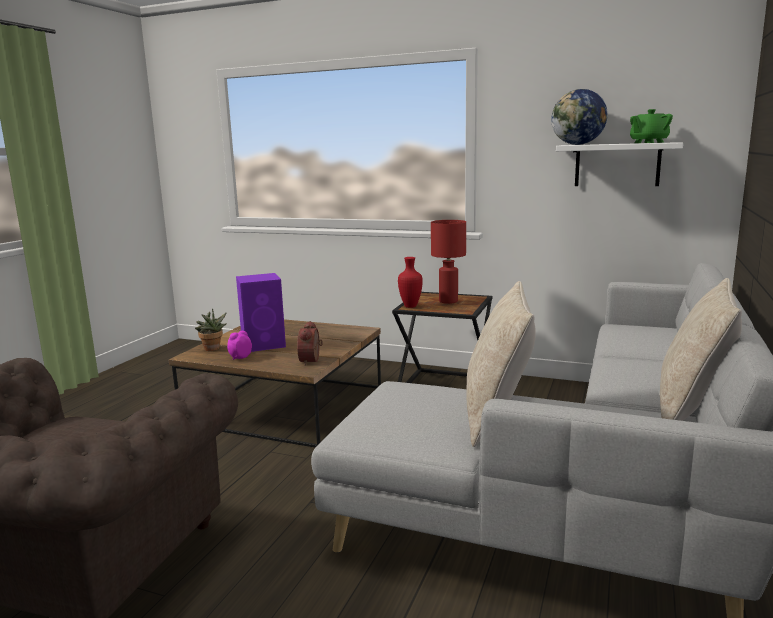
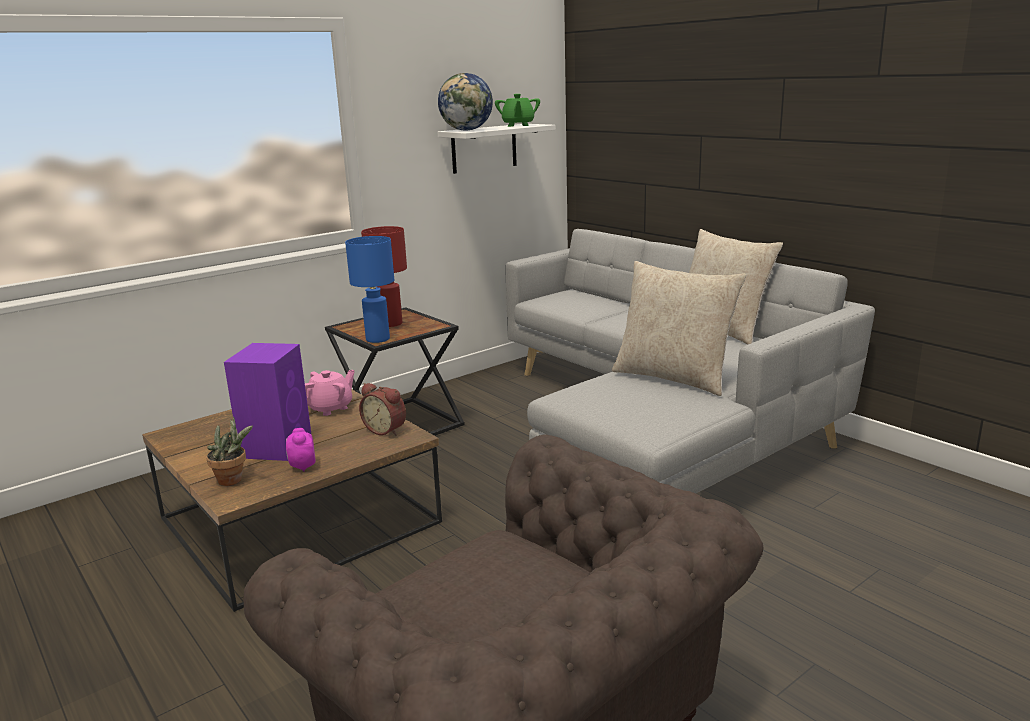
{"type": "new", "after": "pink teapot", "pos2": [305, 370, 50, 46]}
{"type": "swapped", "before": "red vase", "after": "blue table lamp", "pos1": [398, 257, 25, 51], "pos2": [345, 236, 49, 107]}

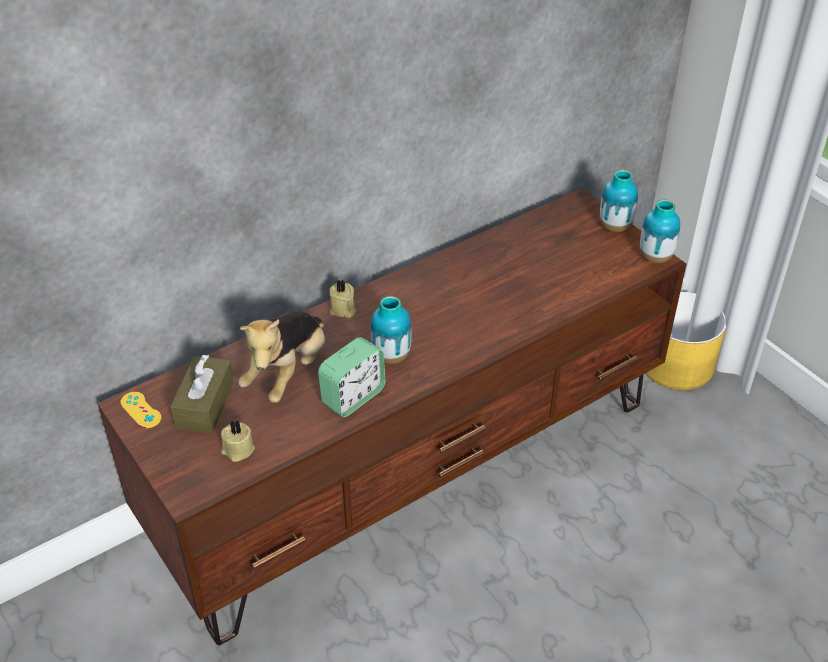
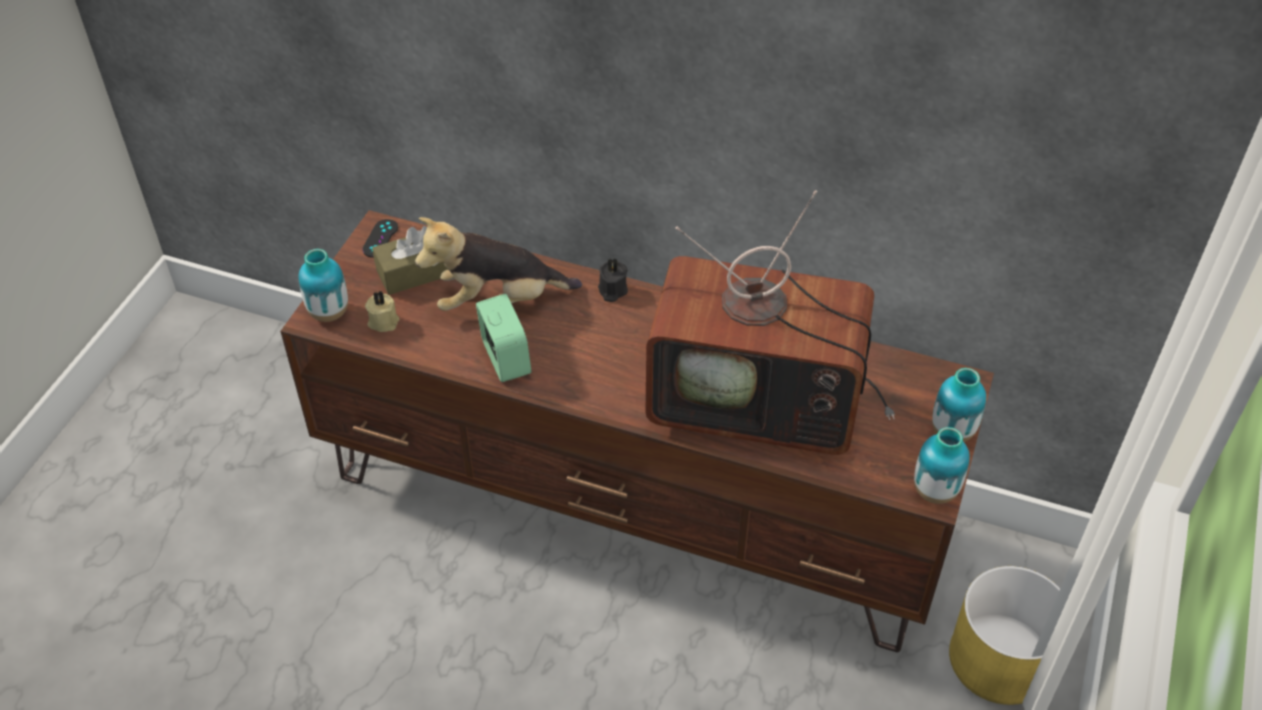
{"type": "shifted", "before": "vase", "pos1": [371, 296, 40, 68], "pos2": [299, 249, 49, 73]}
{"type": "repainted", "before": "yellow game controller", "after": "black game controller", "pos1": [120, 392, 42, 36], "pos2": [363, 219, 35, 39]}
{"type": "rotated", "before": "alarm clock", "pos1": [318, 337, 68, 80], "pos2": [476, 294, 55, 88], "turn": -120}
{"type": "repainted", "before": "beige candle", "after": "black candle", "pos1": [329, 280, 27, 38], "pos2": [598, 258, 30, 44]}
{"type": "new", "after": "television", "pos2": [646, 190, 249, 265]}

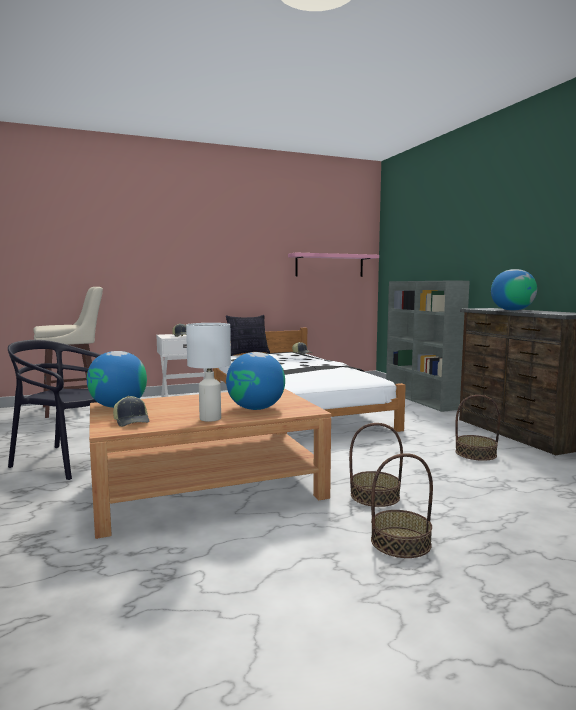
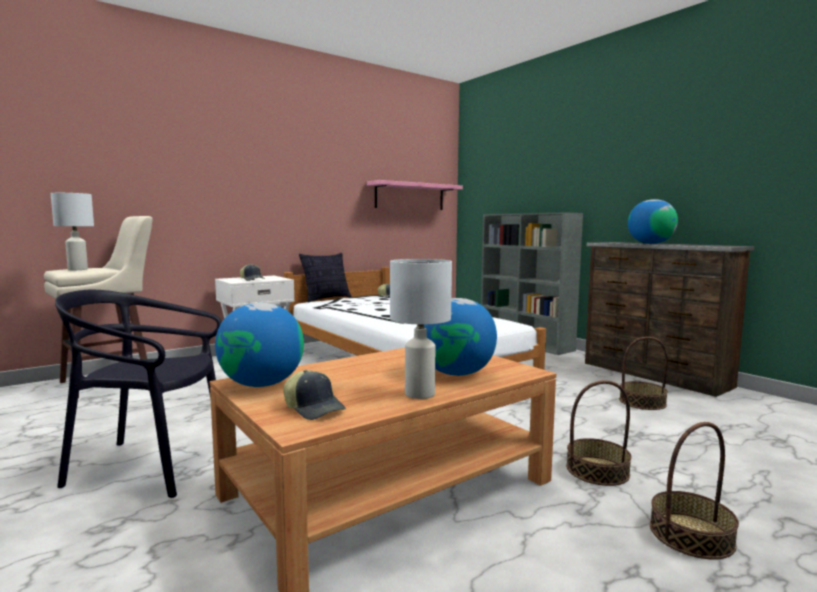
{"type": "new", "after": "white table lamp", "pos2": [51, 193, 43, 77]}

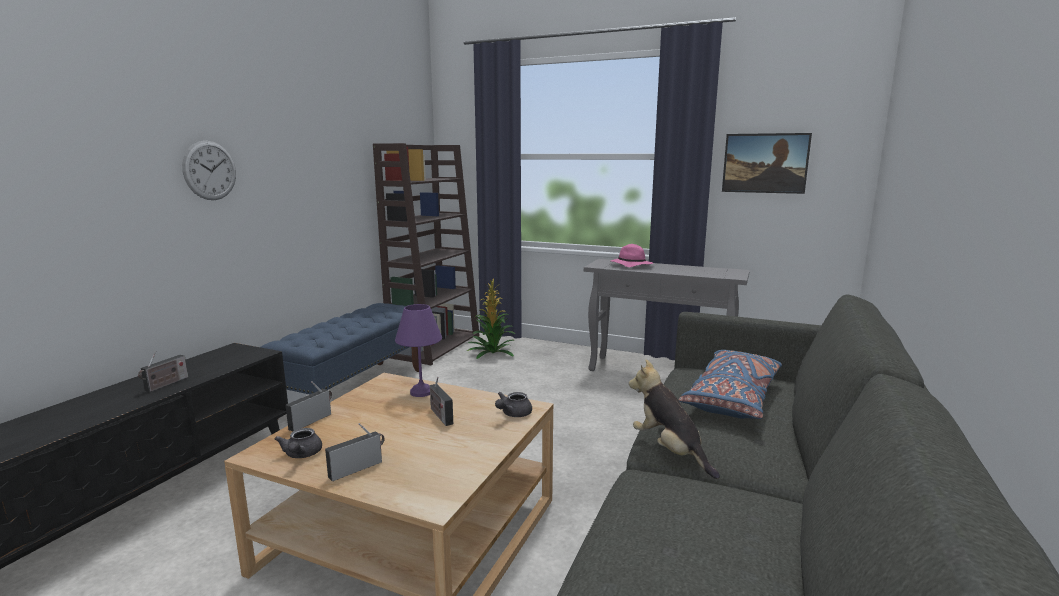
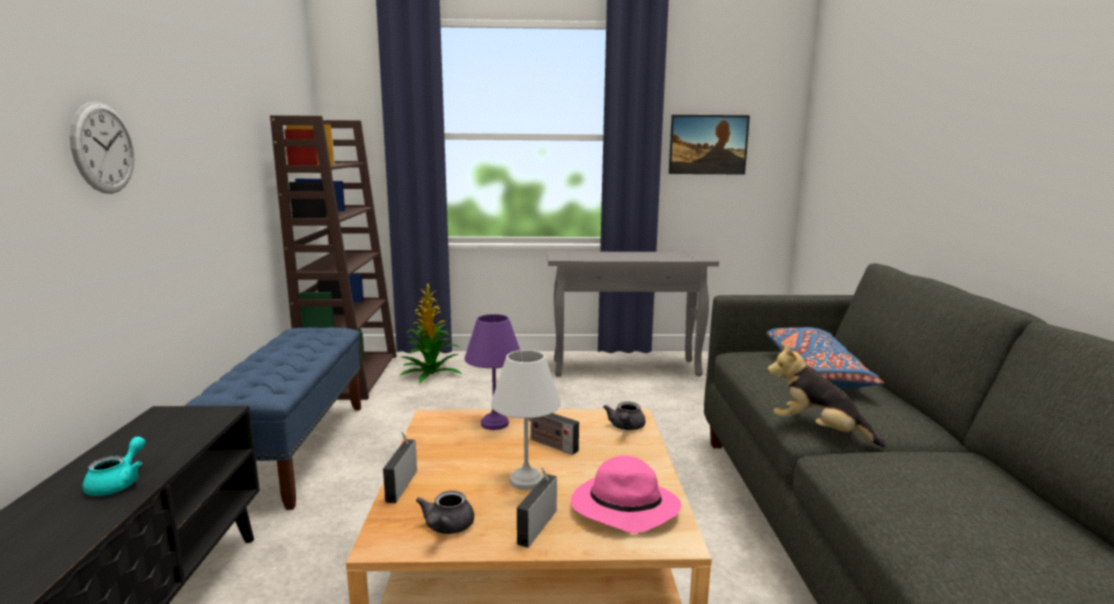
{"type": "swapped", "before": "radio", "after": "turquoise teapot", "pos1": [138, 351, 50, 41], "pos2": [82, 436, 64, 60]}
{"type": "rotated", "before": "grey teapot", "pos1": [275, 428, 47, 30], "pos2": [416, 490, 58, 44], "turn": 45}
{"type": "new", "after": "white table lamp", "pos2": [491, 350, 70, 140]}
{"type": "shifted", "before": "pink hat", "pos1": [611, 244, 42, 23], "pos2": [571, 456, 110, 77]}

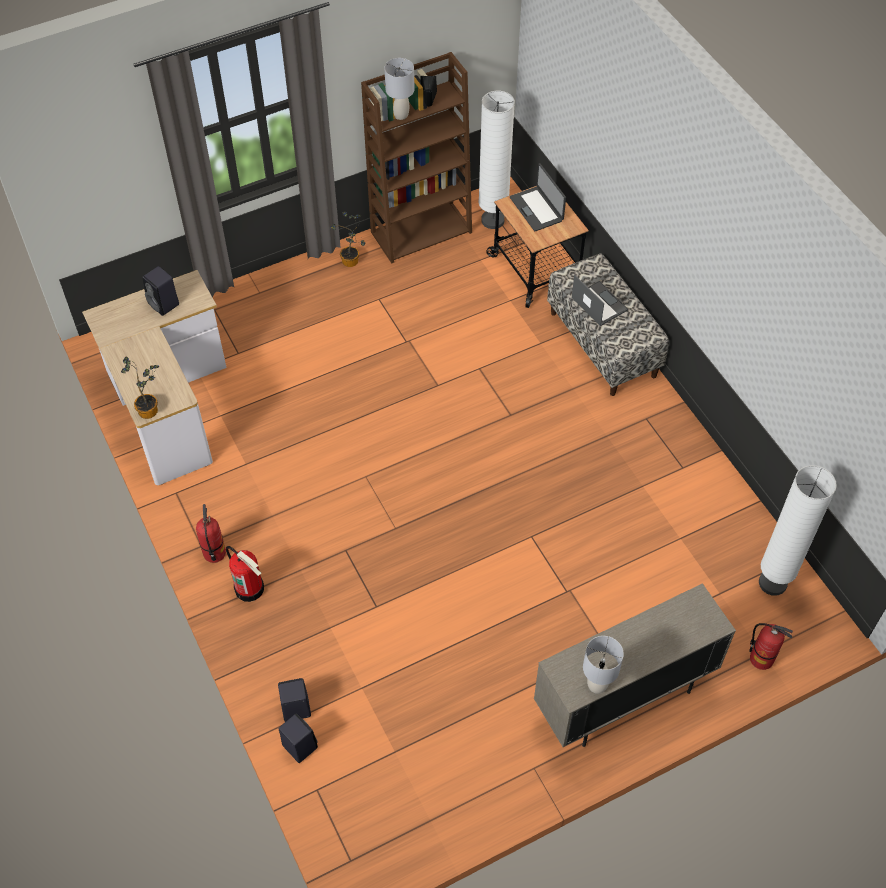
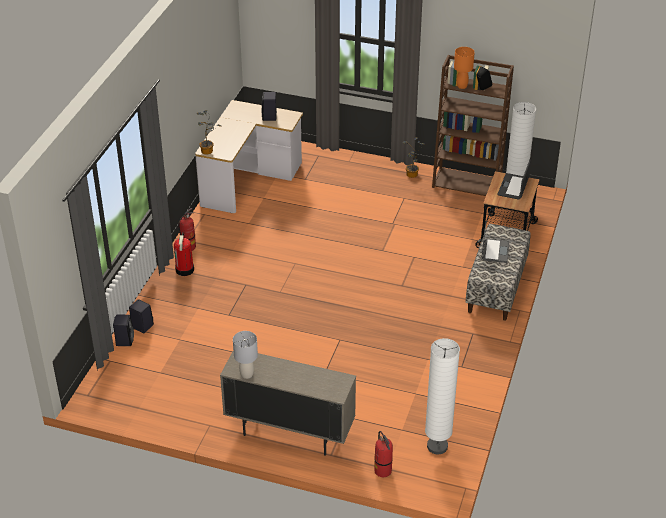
{"type": "repainted", "before": "grey table lamp", "after": "orange table lamp", "pos1": [385, 58, 30, 62], "pos2": [454, 47, 21, 42]}

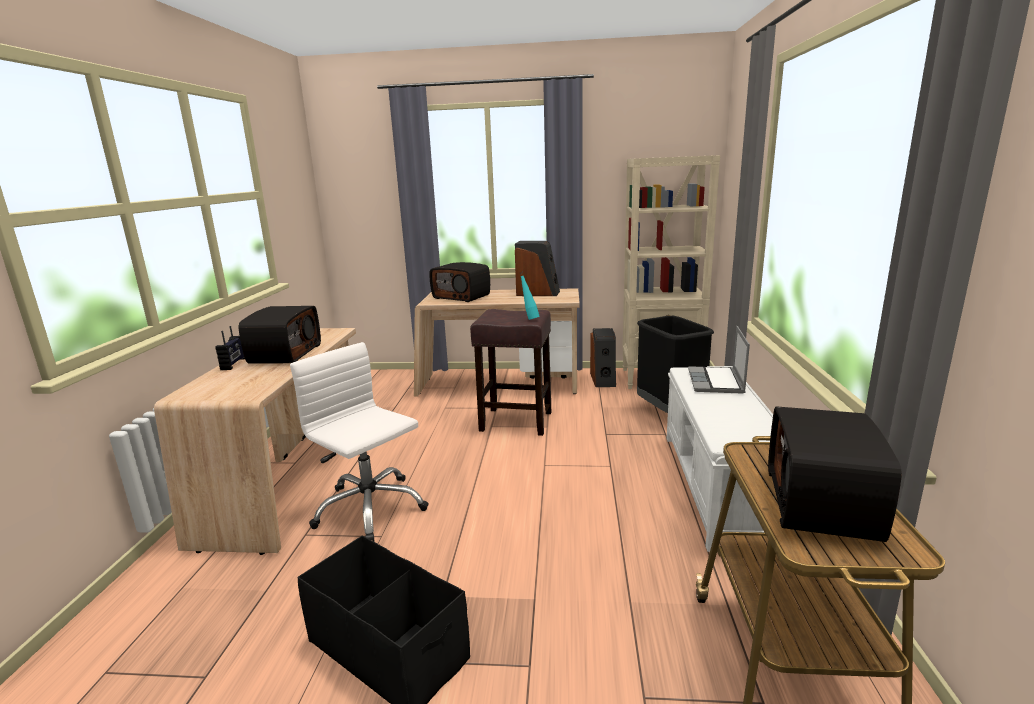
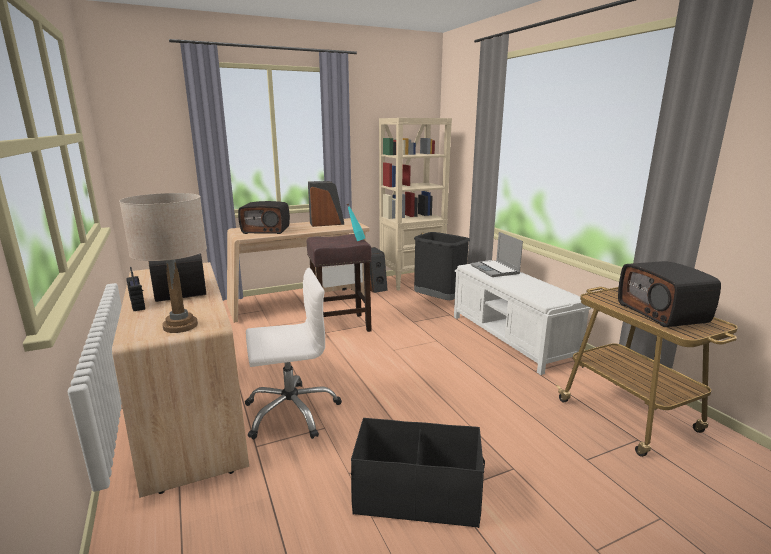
{"type": "new", "after": "beige table lamp", "pos2": [119, 193, 88, 140]}
{"type": "rotated", "before": "white office chair", "pos1": [290, 342, 139, 200], "pos2": [245, 268, 97, 171], "turn": 150}

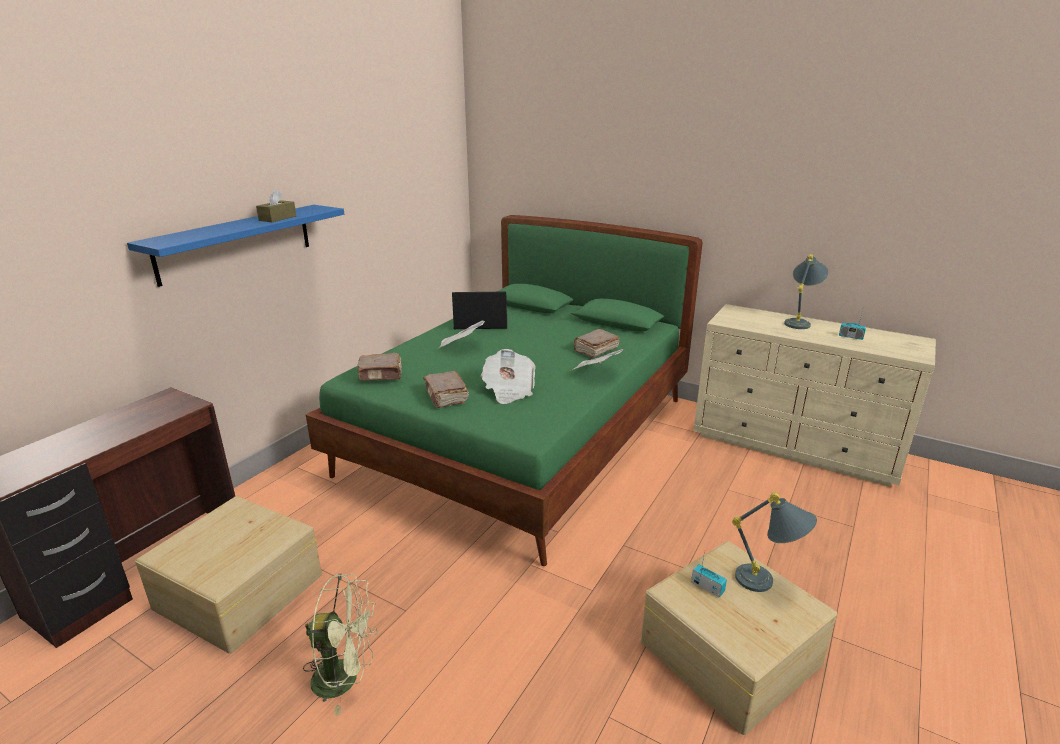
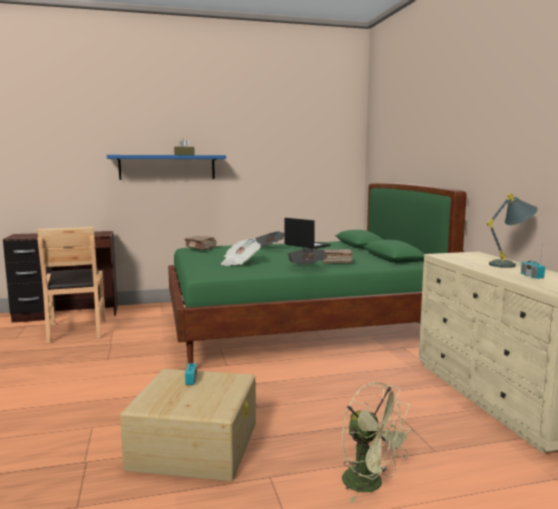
{"type": "swapped", "before": "beige storage box", "after": "brown chair", "pos1": [135, 496, 187, 158], "pos2": [37, 227, 69, 116]}
{"type": "shifted", "before": "green fan", "pos1": [303, 574, 75, 142], "pos2": [342, 382, 72, 121]}
{"type": "gone", "before": "brown book", "pos1": [423, 371, 46, 37]}
{"type": "gone", "before": "grey table lamp", "pos1": [732, 492, 85, 100]}

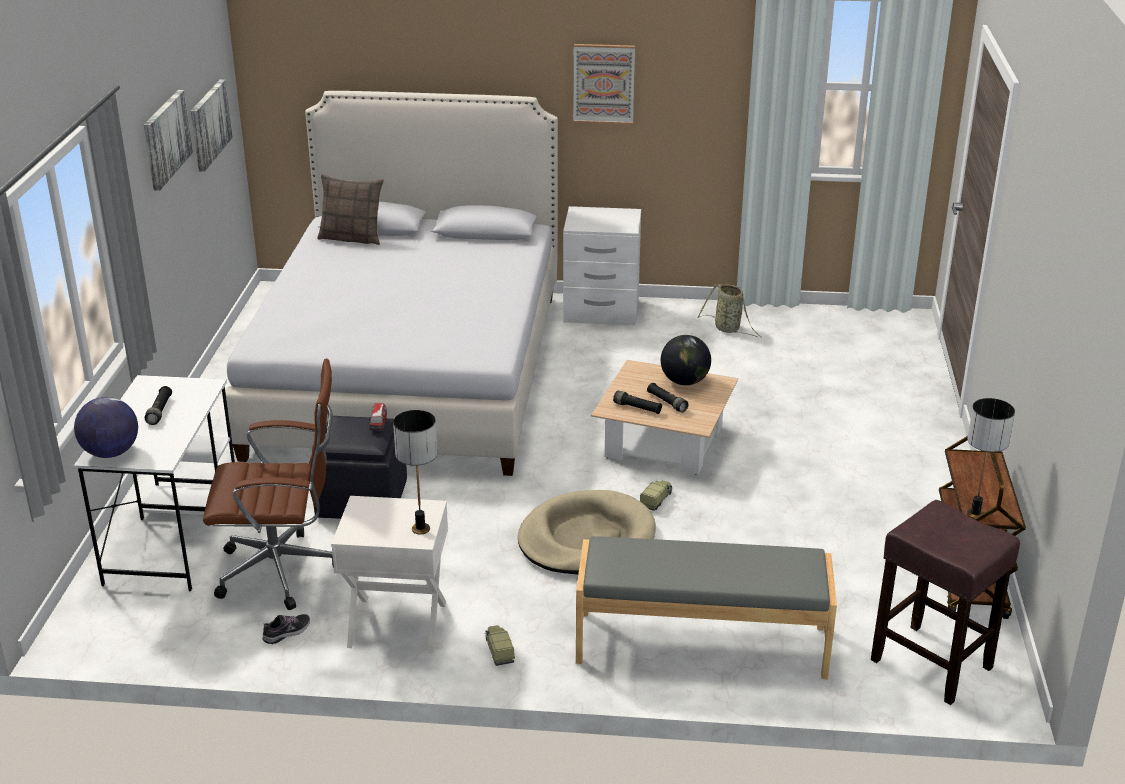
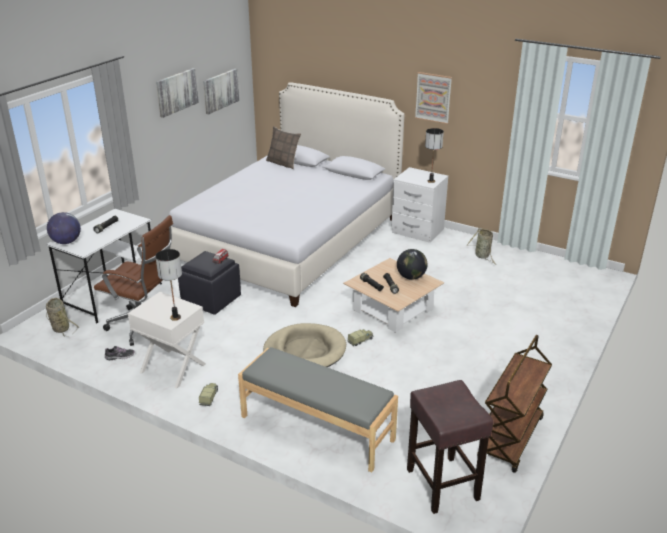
{"type": "new", "after": "basket", "pos2": [46, 298, 33, 39]}
{"type": "shifted", "before": "table lamp", "pos1": [967, 398, 48, 121], "pos2": [425, 128, 19, 55]}

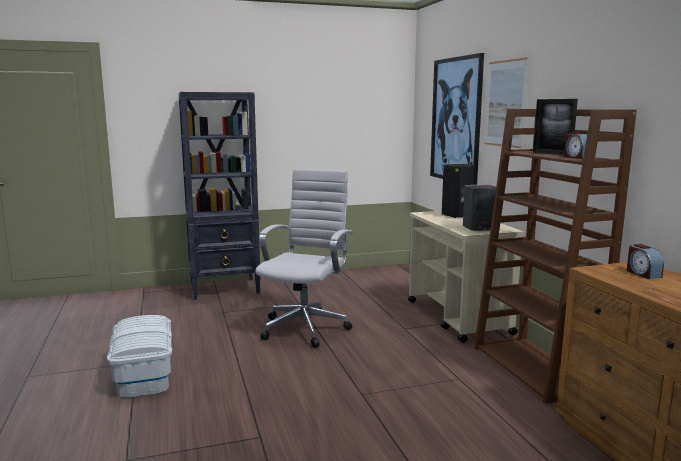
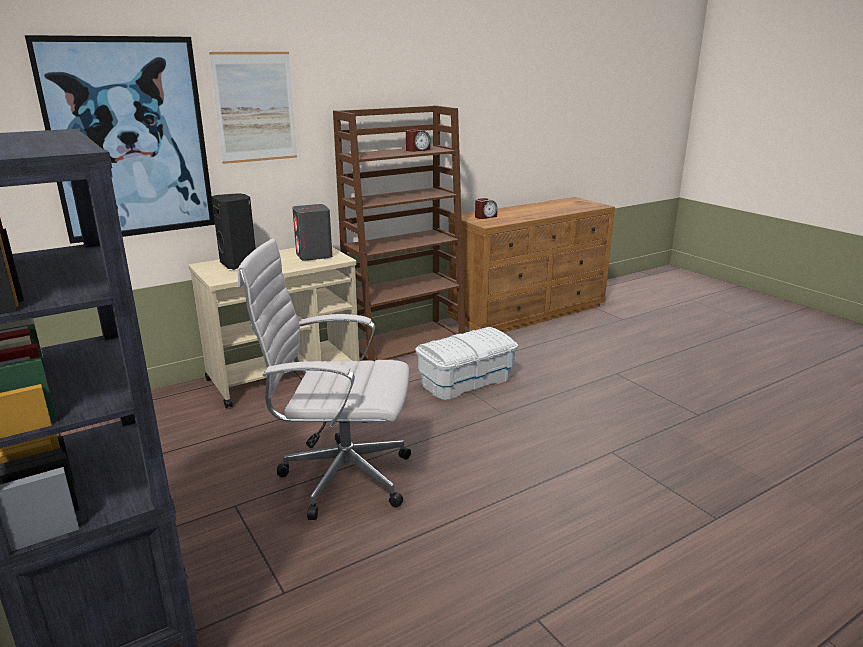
{"type": "shifted", "before": "white storage box", "pos1": [107, 315, 65, 83], "pos2": [415, 327, 103, 73]}
{"type": "gone", "before": "picture frame", "pos1": [533, 99, 45, 56]}

